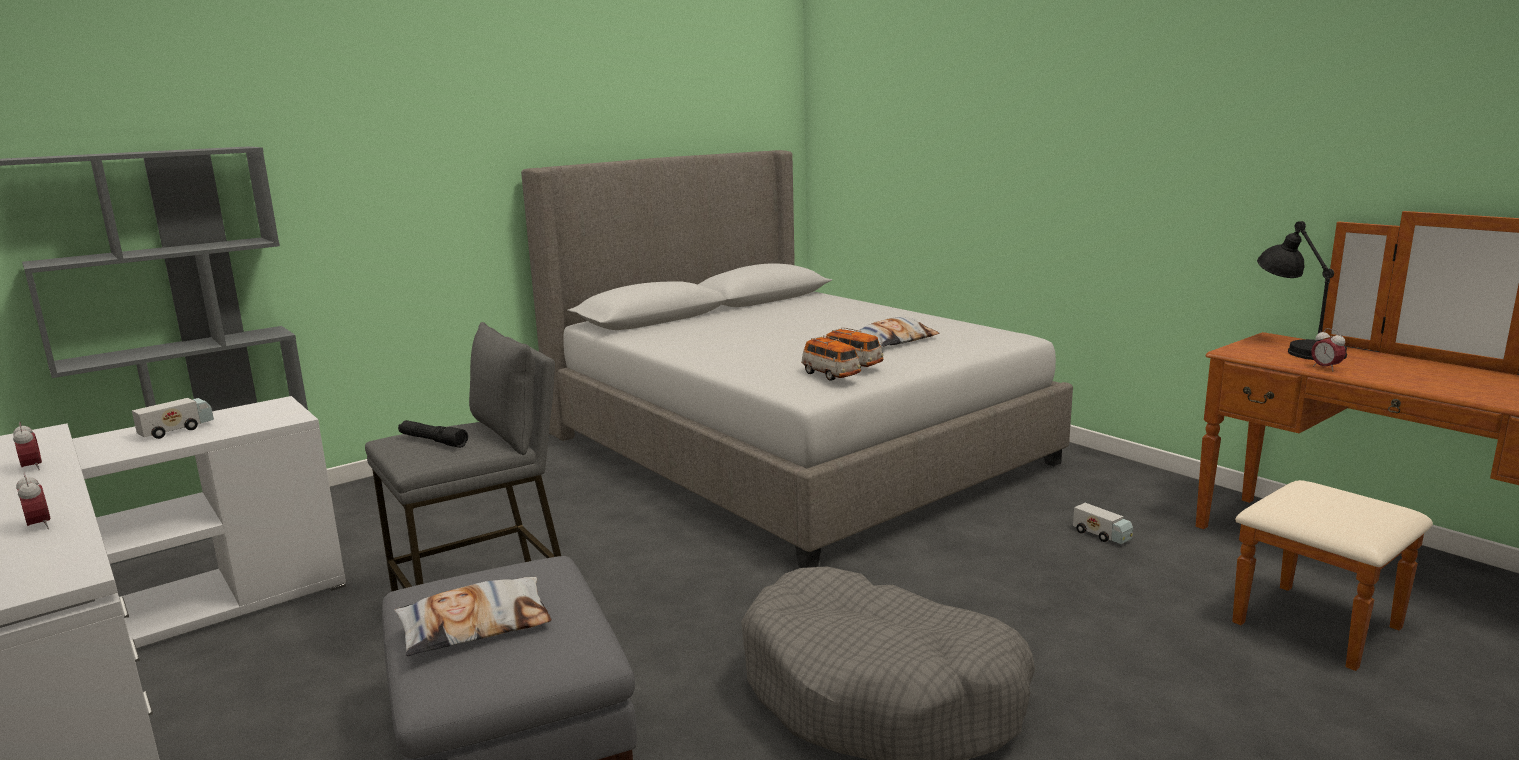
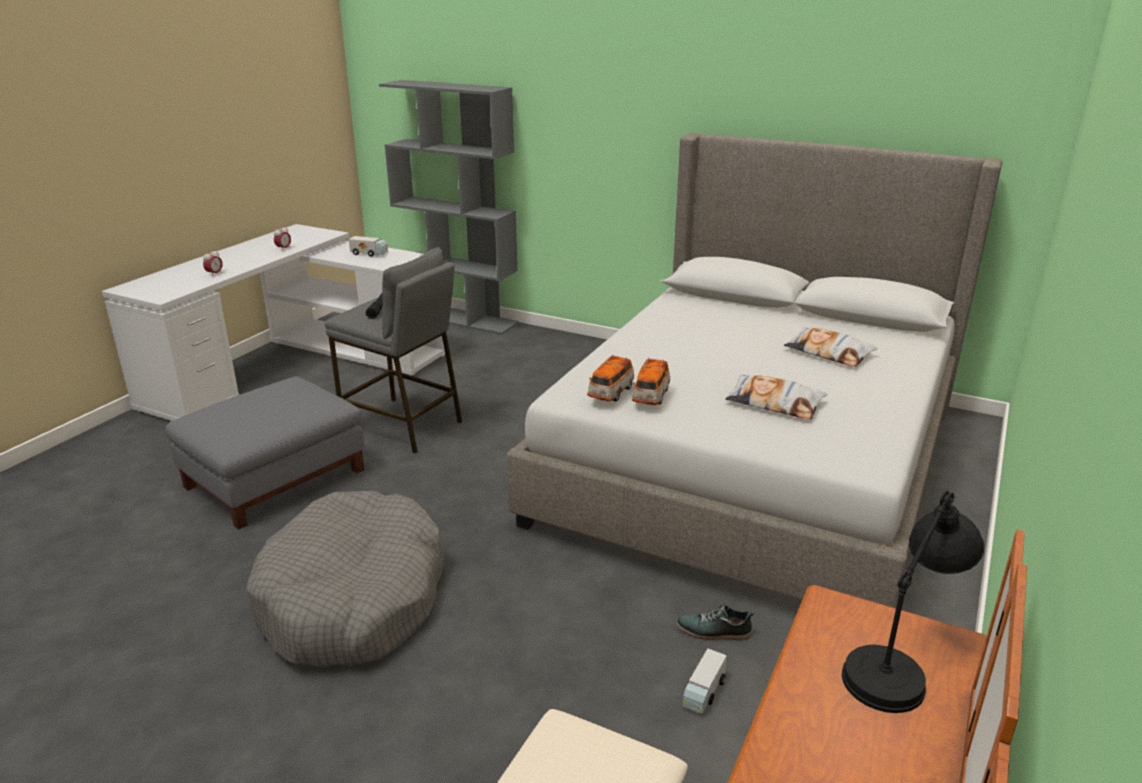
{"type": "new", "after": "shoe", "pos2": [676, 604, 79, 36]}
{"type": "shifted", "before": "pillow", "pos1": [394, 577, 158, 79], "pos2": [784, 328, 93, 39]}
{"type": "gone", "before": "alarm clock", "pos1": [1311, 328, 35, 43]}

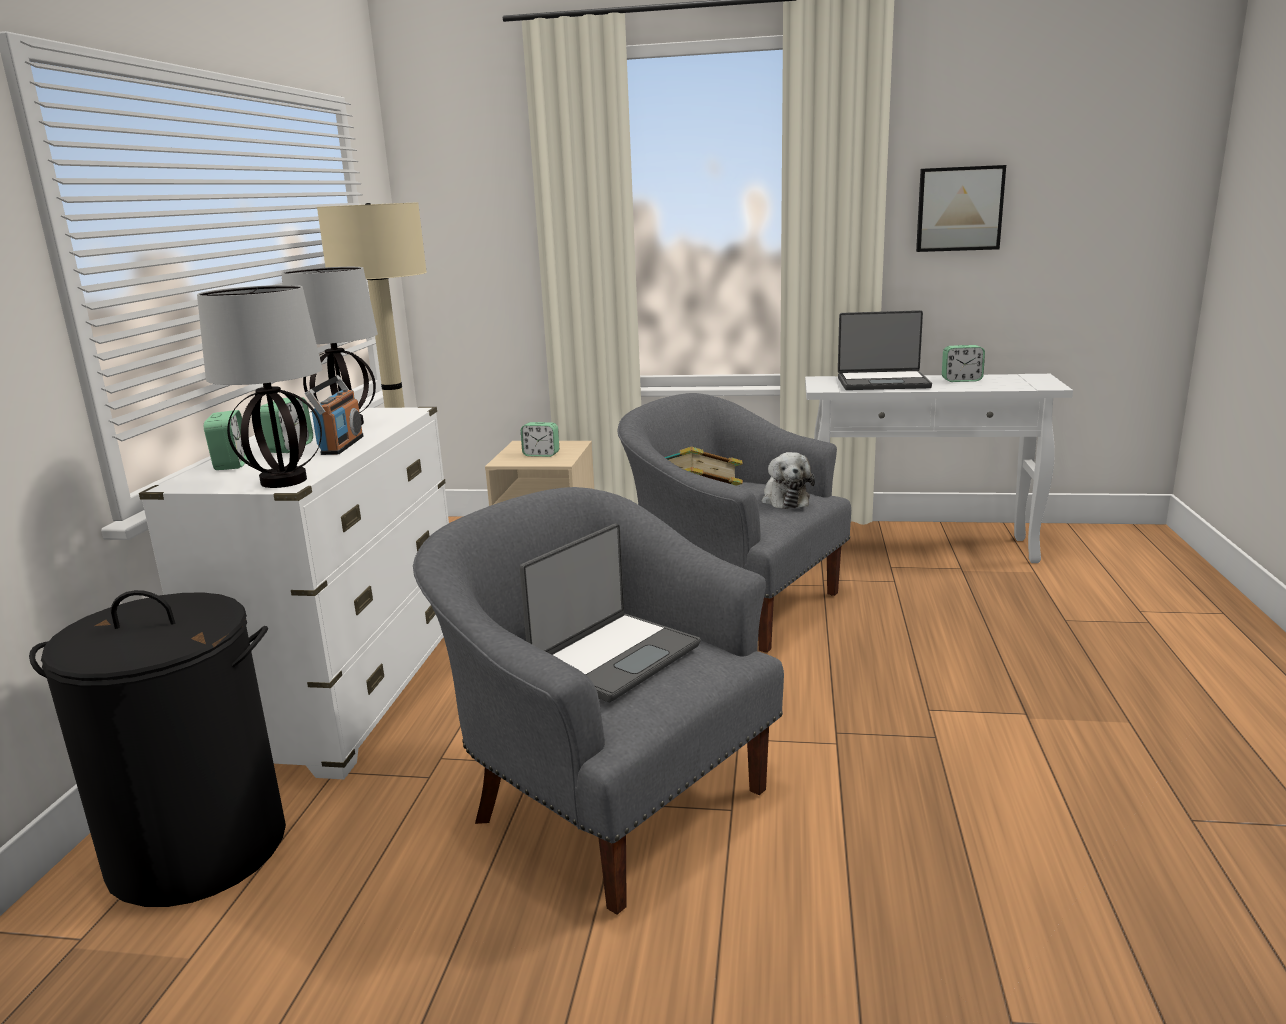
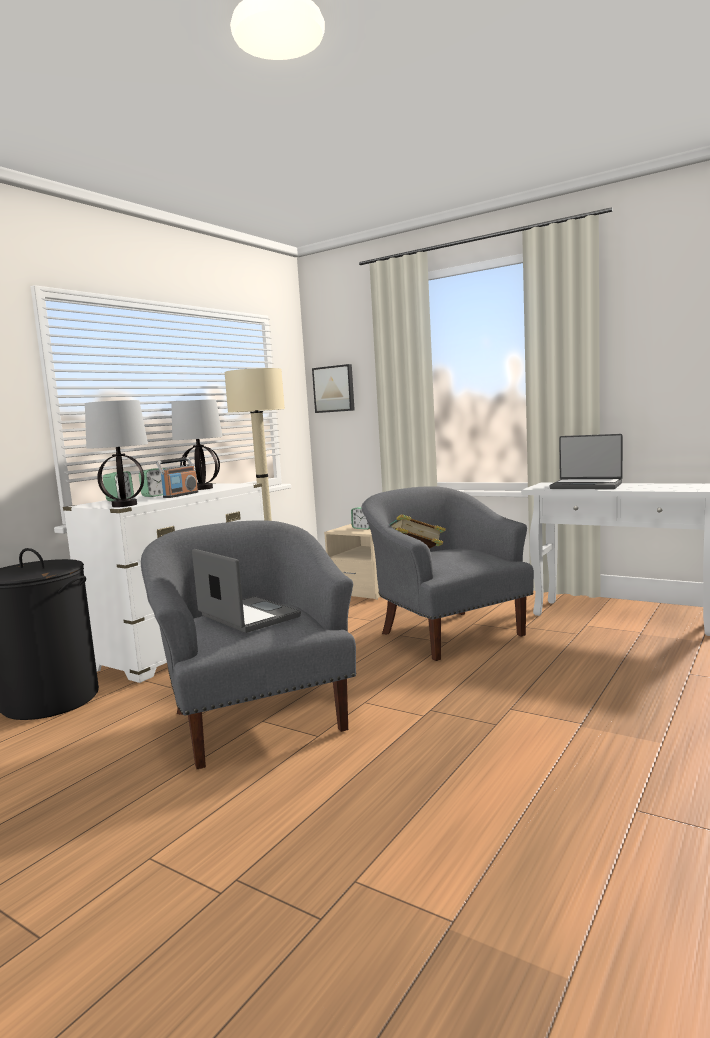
{"type": "rotated", "before": "laptop", "pos1": [520, 524, 181, 178], "pos2": [192, 549, 109, 84], "turn": -105}
{"type": "shifted", "before": "picture", "pos1": [916, 165, 90, 87], "pos2": [312, 364, 43, 49]}
{"type": "gone", "before": "plush toy", "pos1": [762, 452, 53, 57]}
{"type": "gone", "before": "alarm clock", "pos1": [942, 345, 43, 37]}

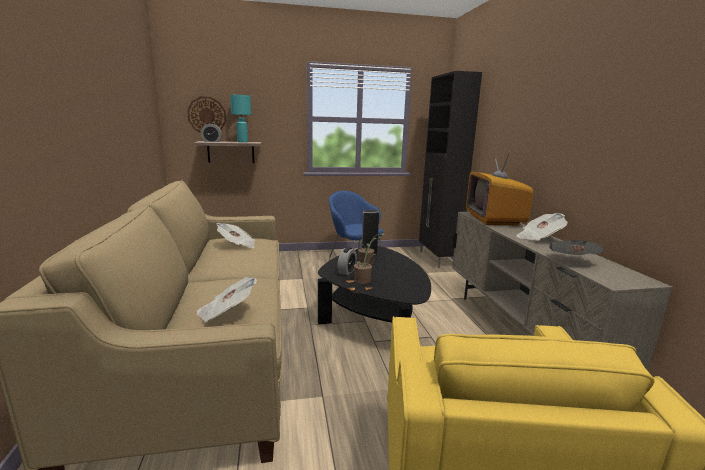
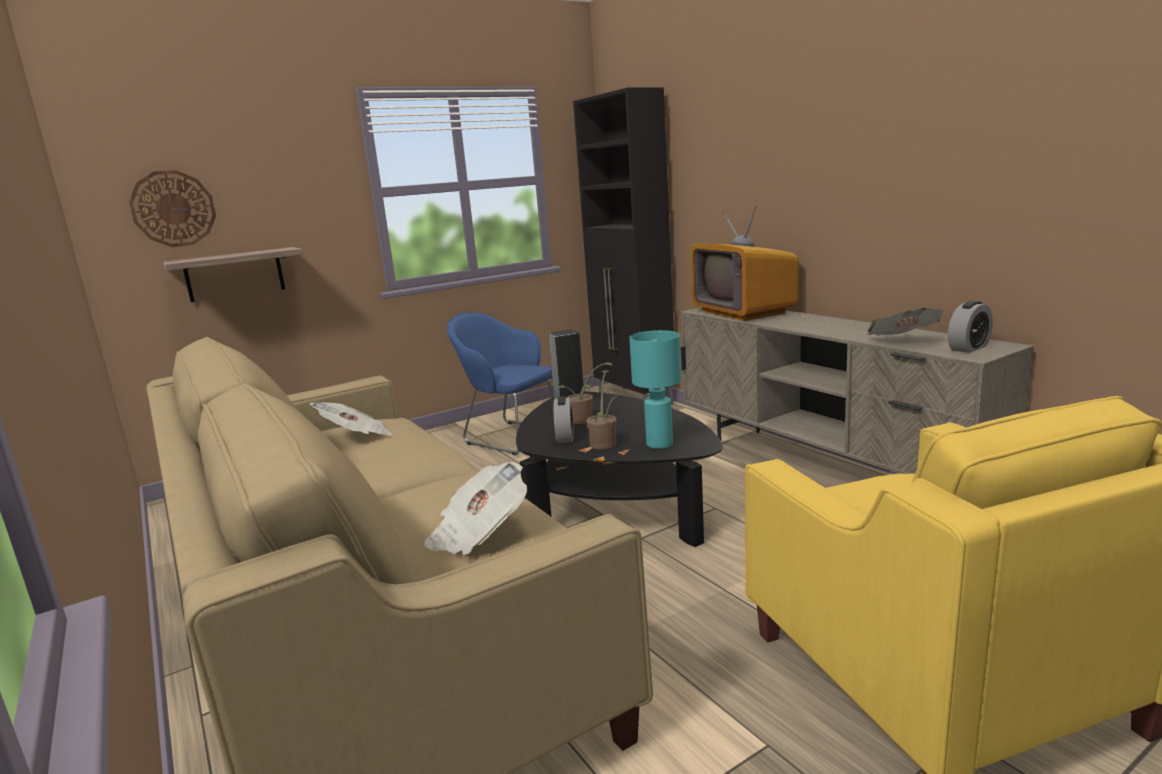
{"type": "shifted", "before": "turquoise table lamp", "pos1": [230, 95, 21, 47], "pos2": [629, 330, 52, 119]}
{"type": "shifted", "before": "alarm clock", "pos1": [201, 123, 21, 19], "pos2": [948, 301, 45, 52]}
{"type": "gone", "before": "newspaper", "pos1": [516, 213, 52, 28]}

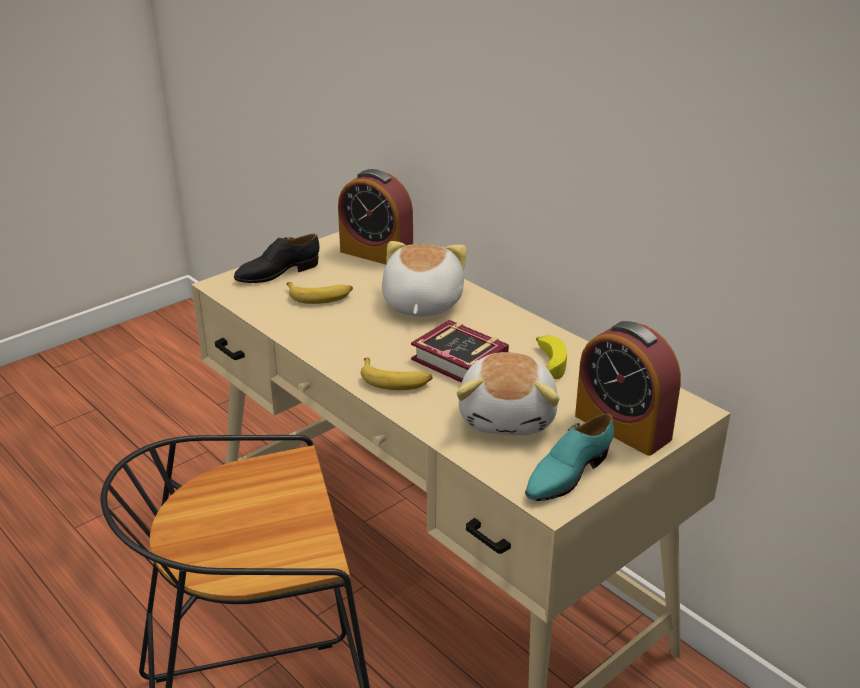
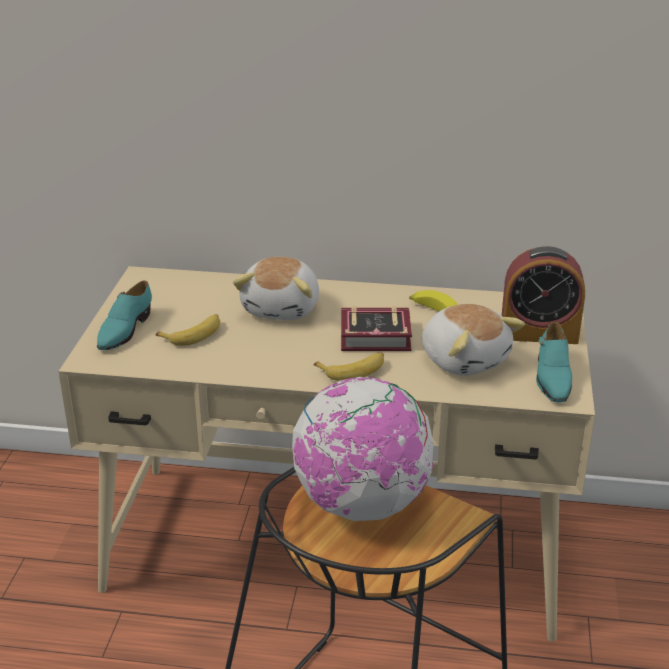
{"type": "repainted", "before": "black shoe", "after": "turquoise shoe", "pos1": [234, 234, 85, 49], "pos2": [97, 281, 55, 69]}
{"type": "rotated", "before": "plush toy", "pos1": [382, 241, 85, 75], "pos2": [233, 257, 86, 63], "turn": -135}
{"type": "new", "after": "globe", "pos2": [290, 377, 144, 144]}
{"type": "gone", "before": "alarm clock", "pos1": [338, 169, 75, 96]}

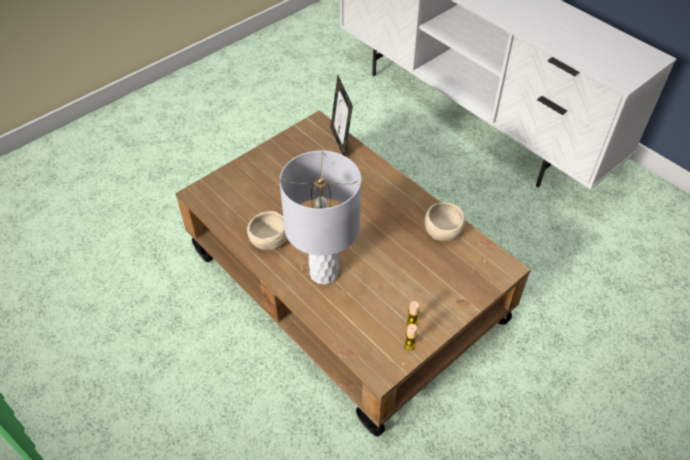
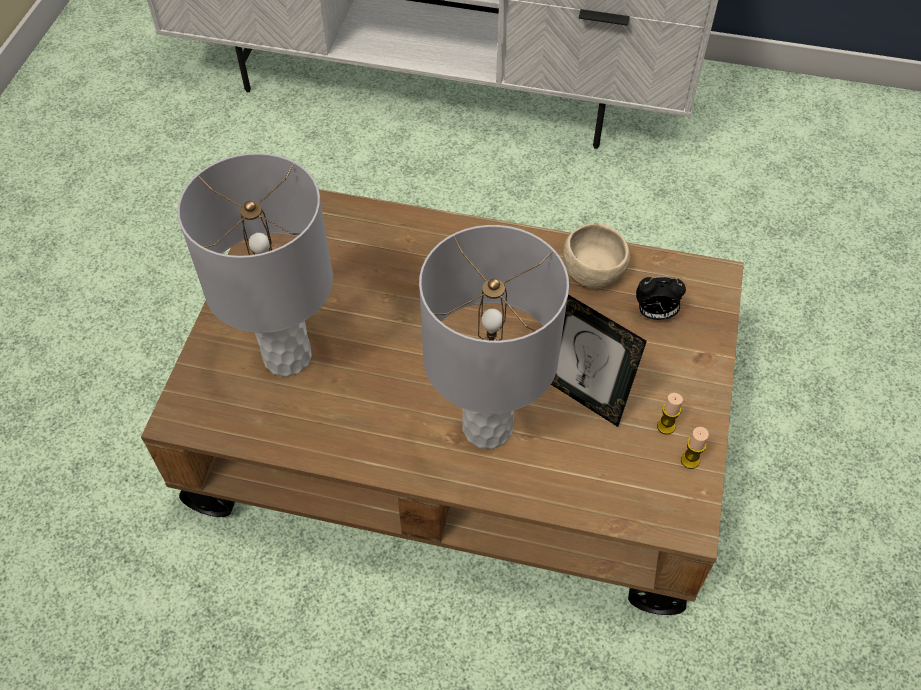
{"type": "new", "after": "grey table lamp", "pos2": [177, 153, 156, 224]}
{"type": "shifted", "before": "picture frame", "pos1": [331, 76, 22, 80], "pos2": [551, 295, 96, 132]}
{"type": "new", "after": "alarm clock", "pos2": [636, 276, 50, 44]}
{"type": "gone", "before": "beige bowl", "pos1": [247, 211, 40, 39]}

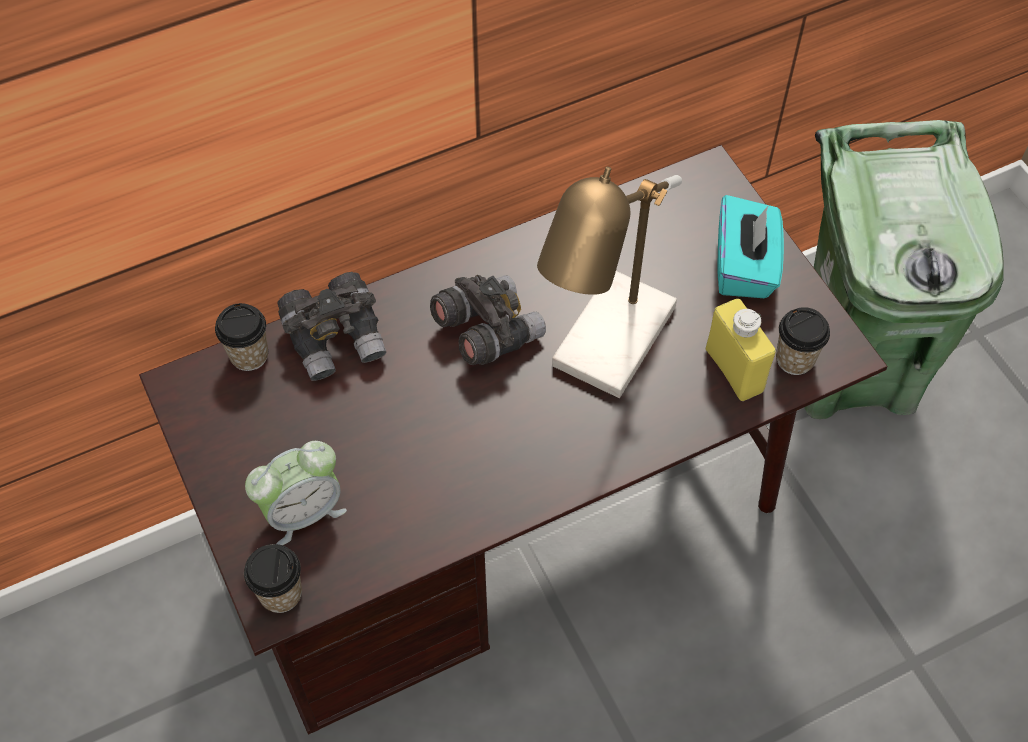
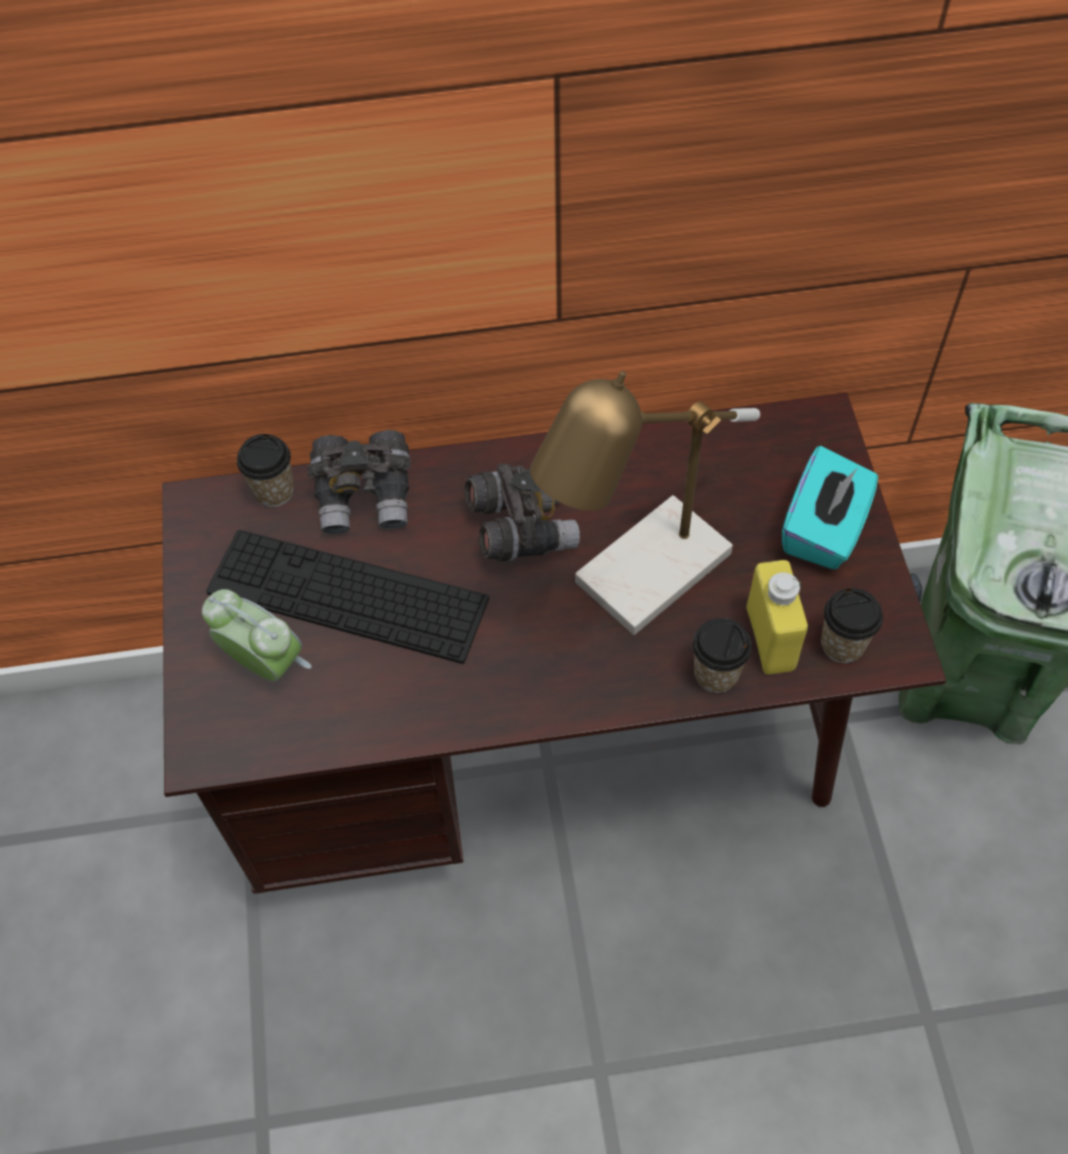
{"type": "rotated", "before": "alarm clock", "pos1": [245, 441, 102, 104], "pos2": [202, 589, 110, 92], "turn": -135}
{"type": "new", "after": "keyboard", "pos2": [206, 530, 283, 134]}
{"type": "shifted", "before": "cup", "pos1": [244, 544, 58, 69], "pos2": [692, 618, 60, 75]}

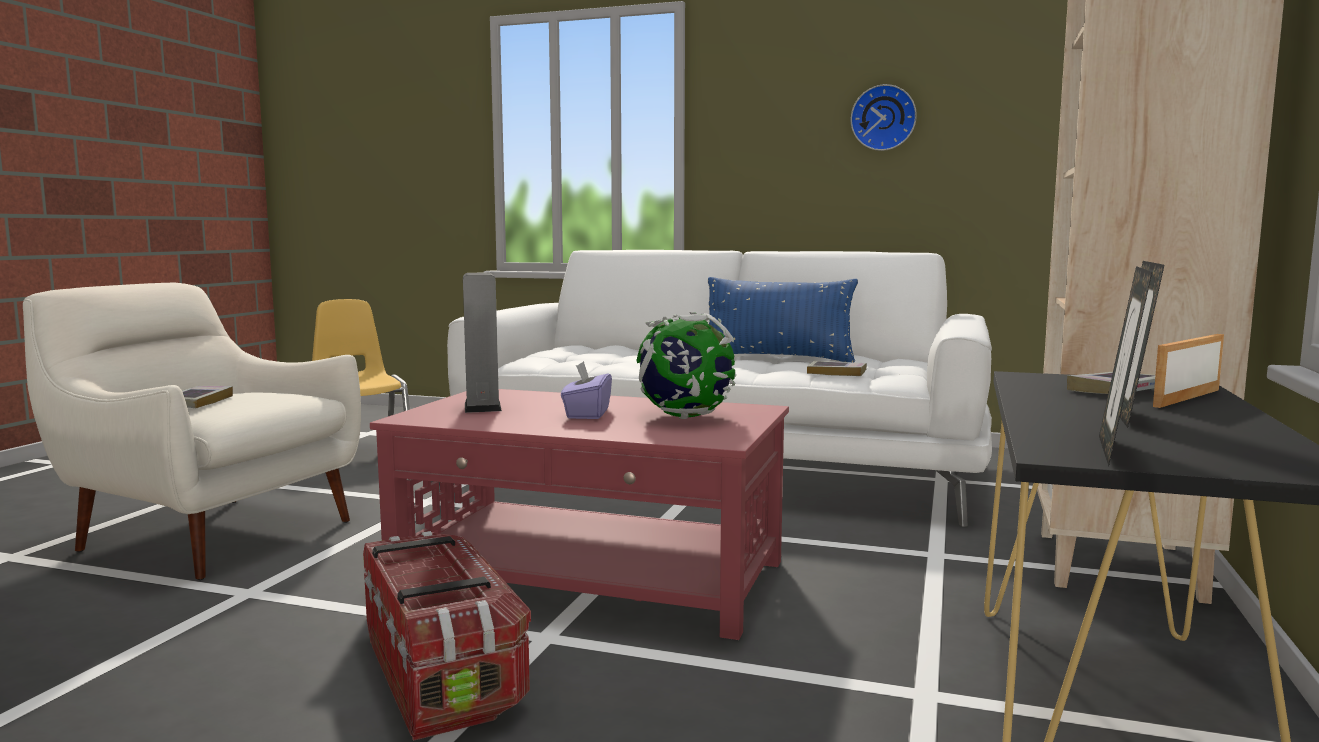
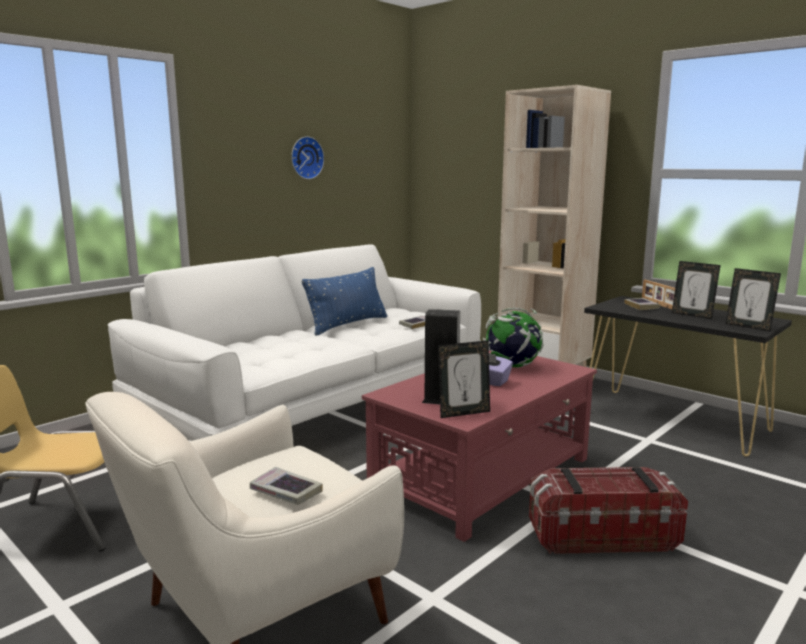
{"type": "new", "after": "picture frame", "pos2": [438, 340, 52, 78]}

